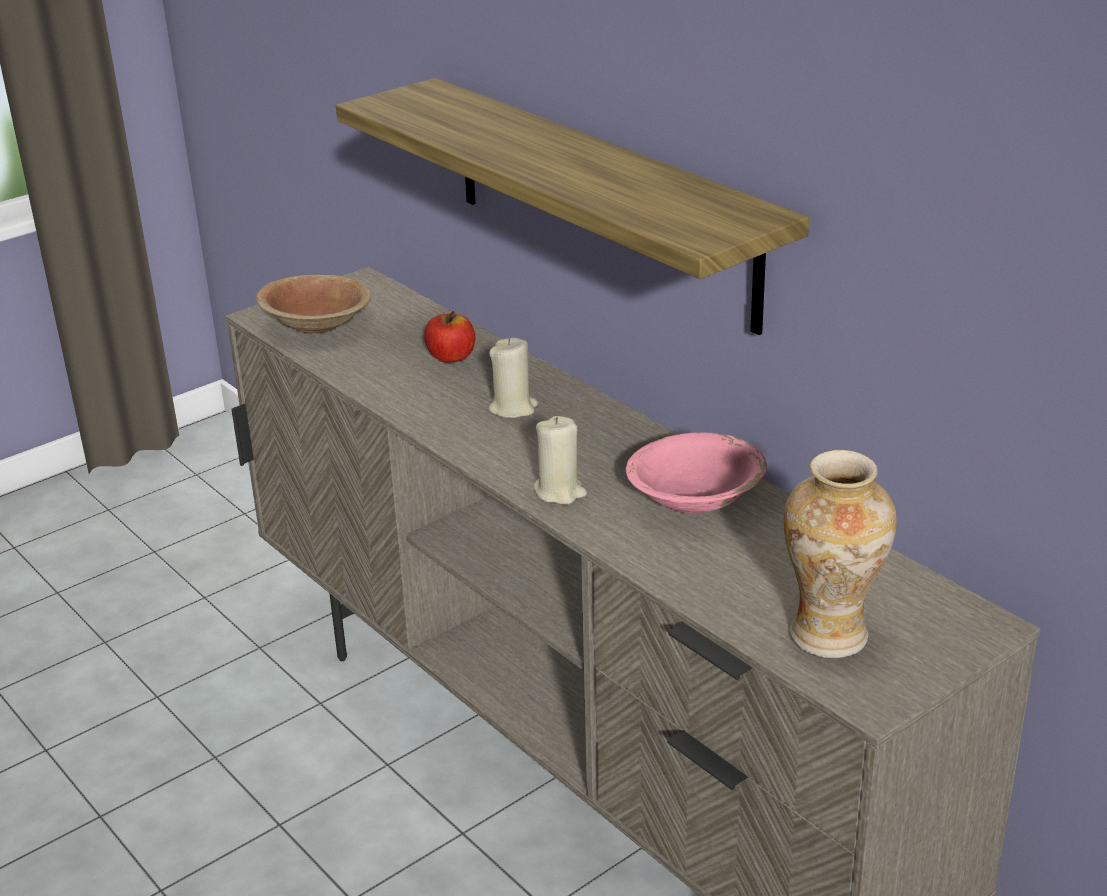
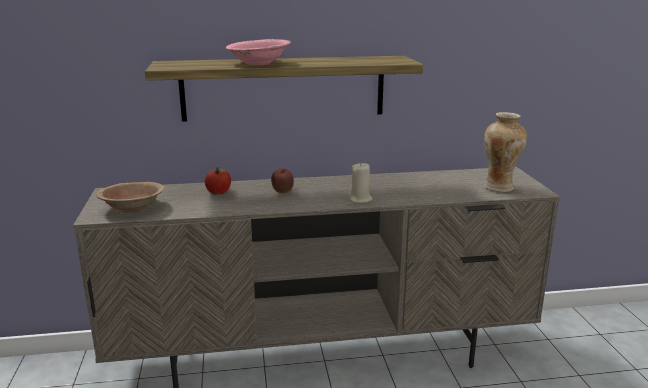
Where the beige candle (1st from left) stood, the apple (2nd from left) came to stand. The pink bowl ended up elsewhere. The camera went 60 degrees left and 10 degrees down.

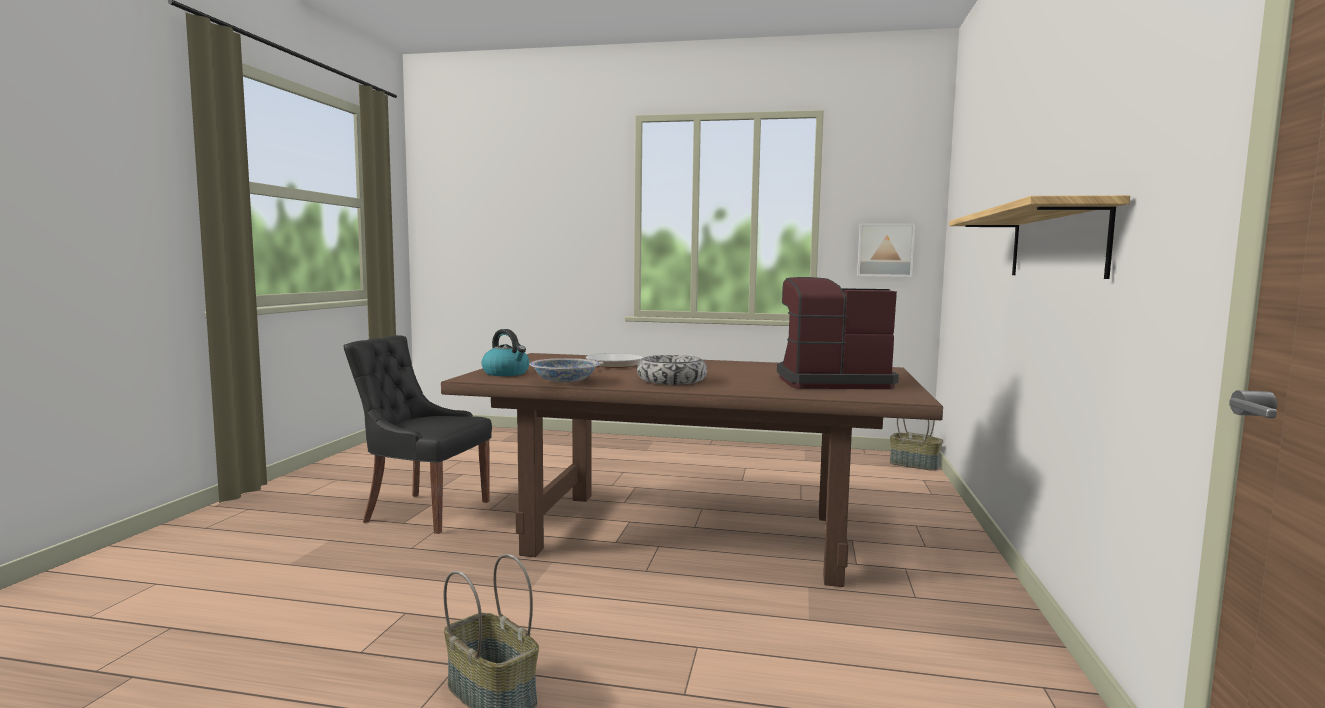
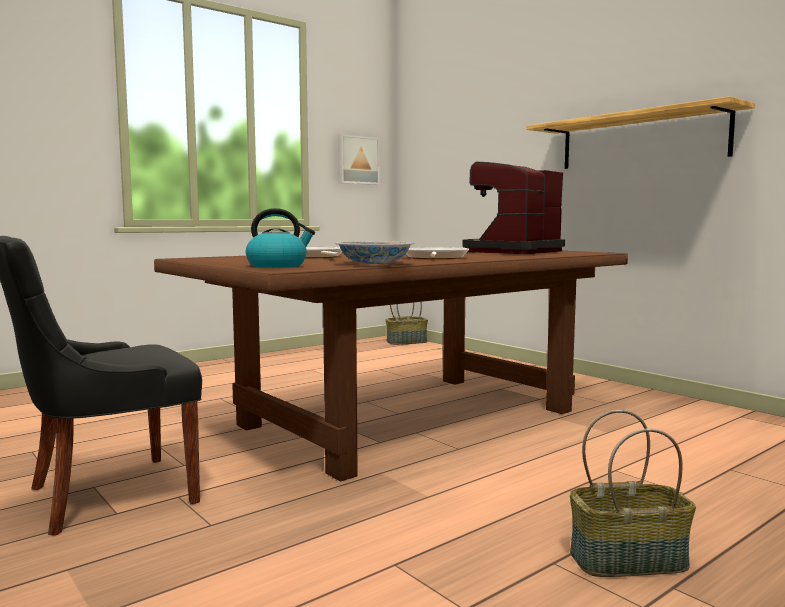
Where the bowl (2nd from left) stood, the frying pan (2nd from left) came to stand. The camera went 50 degrees left and 0 degrees up.

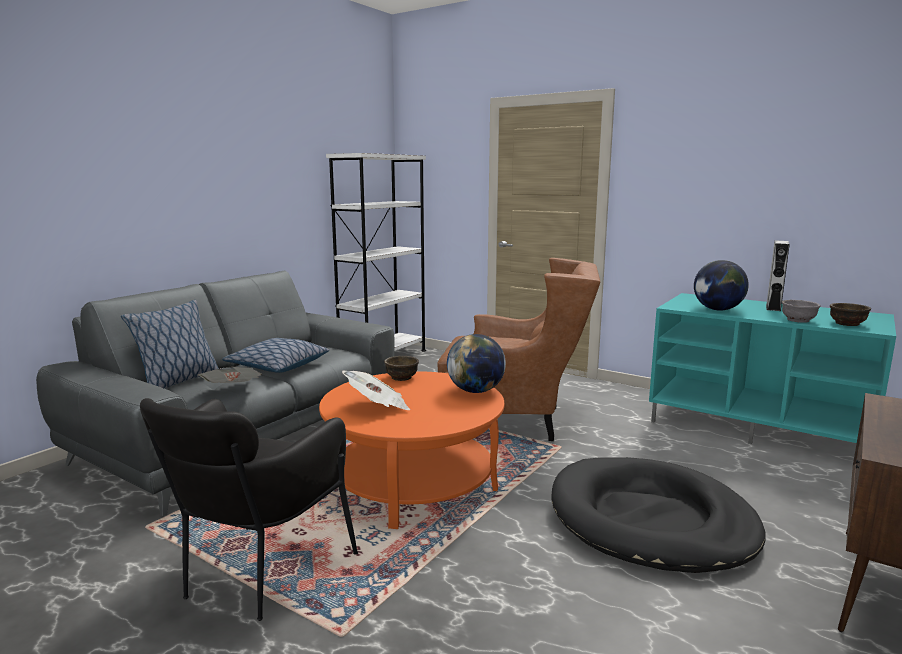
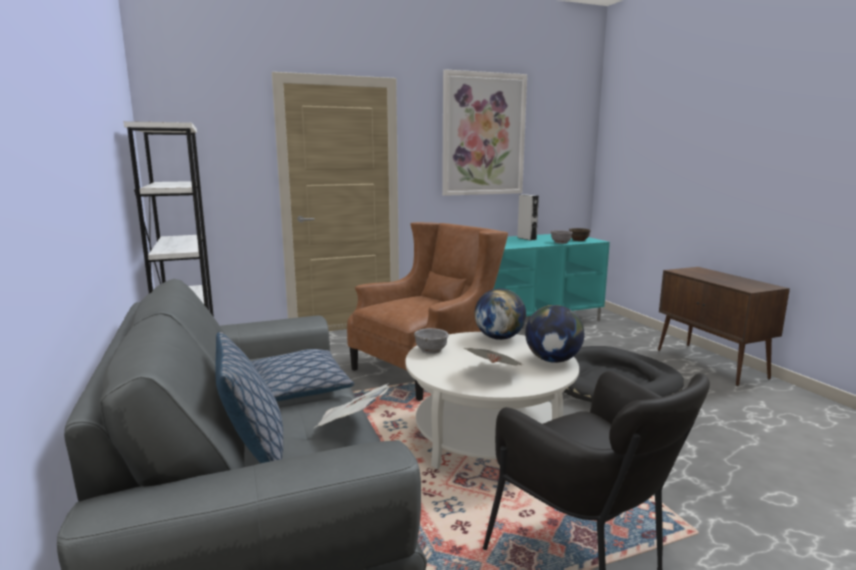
What was the orange coffee table turned into the white coffee table. What was the brown bowl (1st from left) turned into the grey bowl (1st from left). The globe (2nd from left) ended up elsewhere. The second view gained the picture. The camera went 55 degrees left and 0 degrees up.

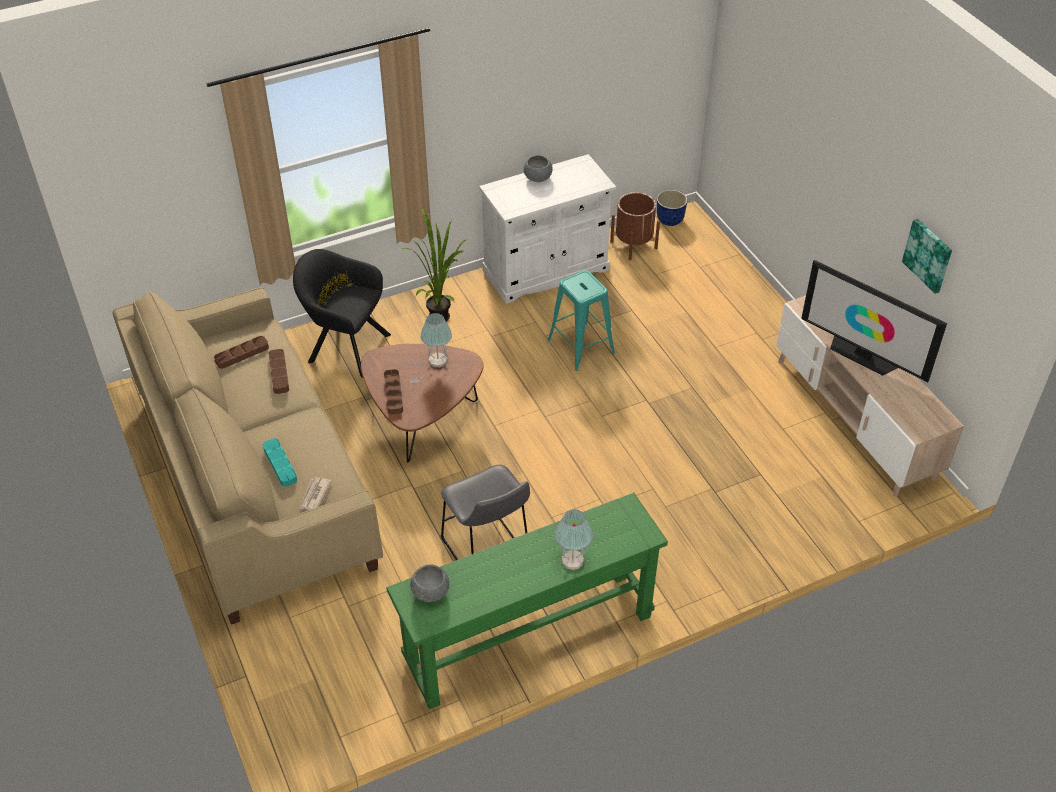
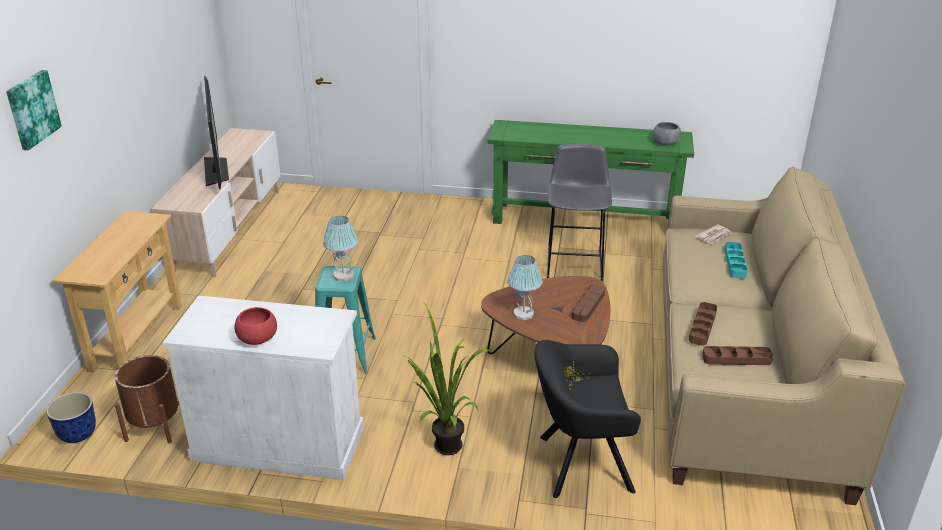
The black armchair ended up facing another way, 120 degrees clockwise from before. What was the grey bowl (2nd from left) turned into the red bowl. The table lamp (2nd from left in the first image) ended up elsewhere. The picture ended up elsewhere. The second view gained the beige console table. The camera went 145 degrees left and 15 degrees down.

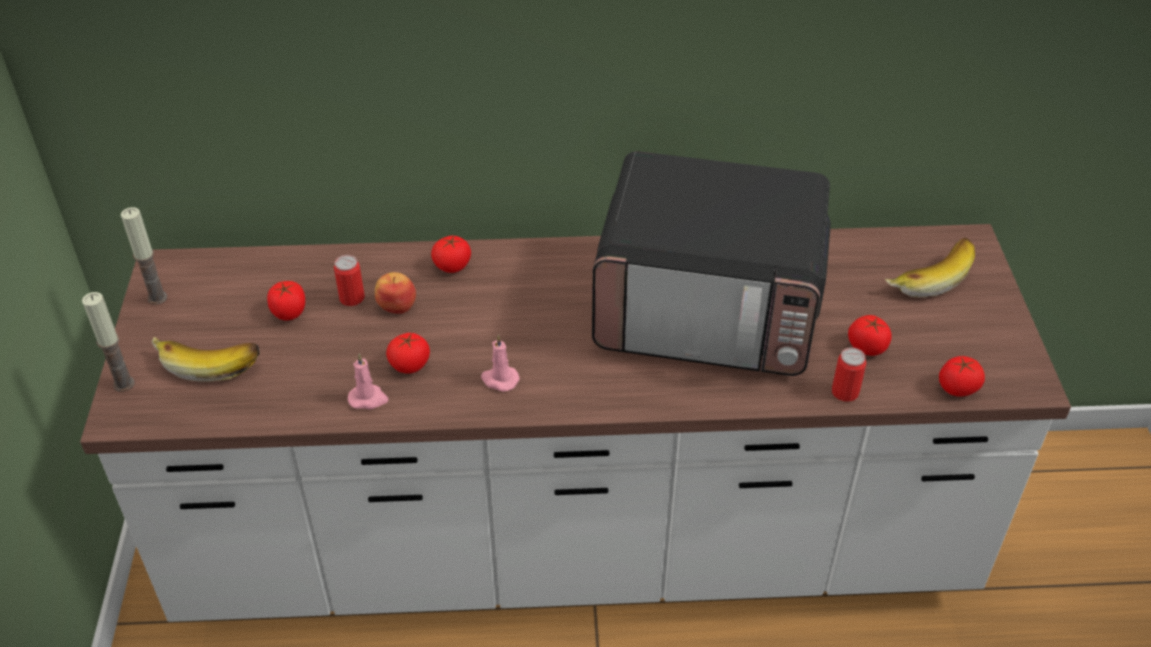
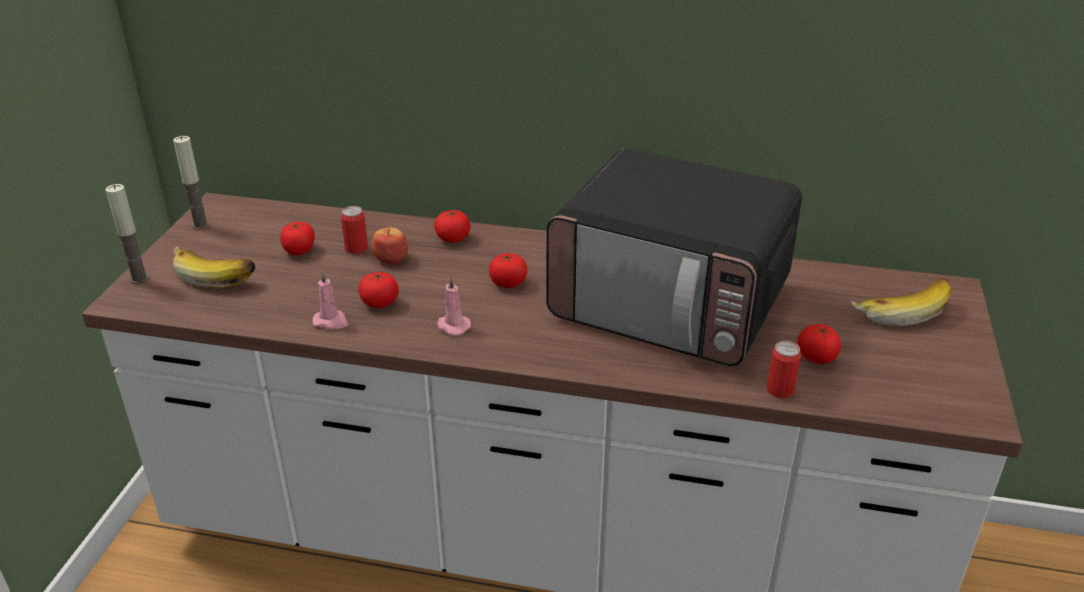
The tomato (5th from left in the first image) ended up elsewhere. The camera went 15 degrees right and 10 degrees down.

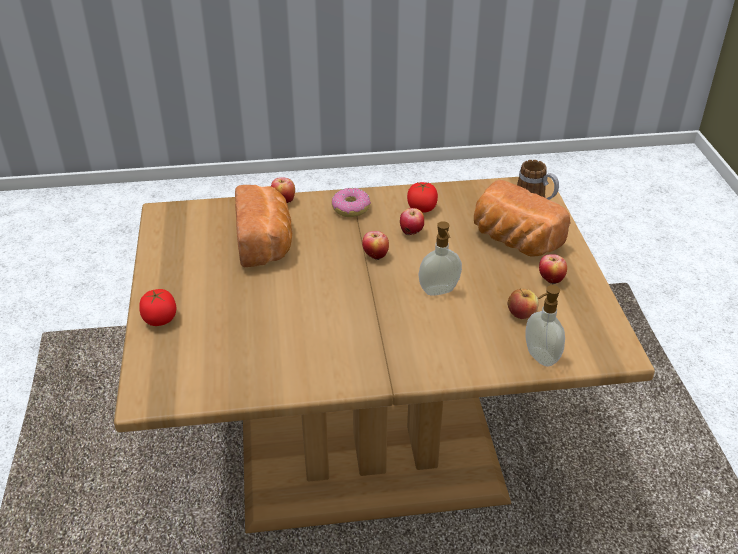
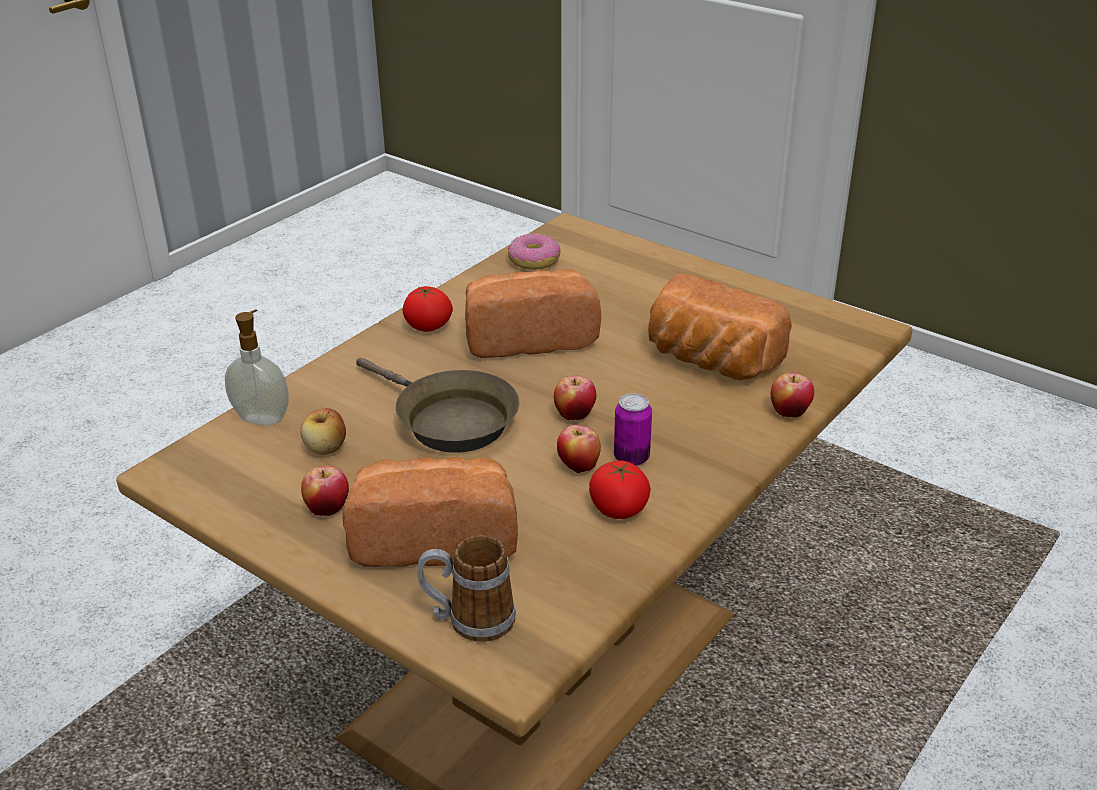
The tomato (1st from left) ended up elsewhere. The donut ended up elsewhere. Where the soap dispenser (1st from left) stood, the brown frying pan came to stand. The second view gained the bread (2nd from left). The second view gained the can. The camera went 135 degrees right and 5 degrees down.

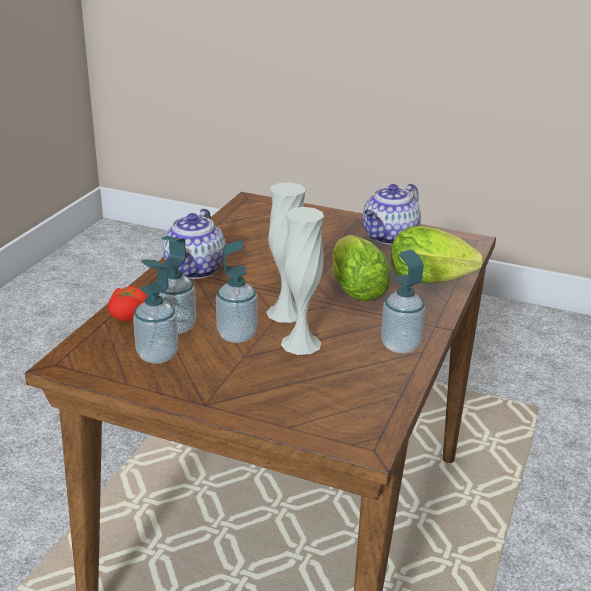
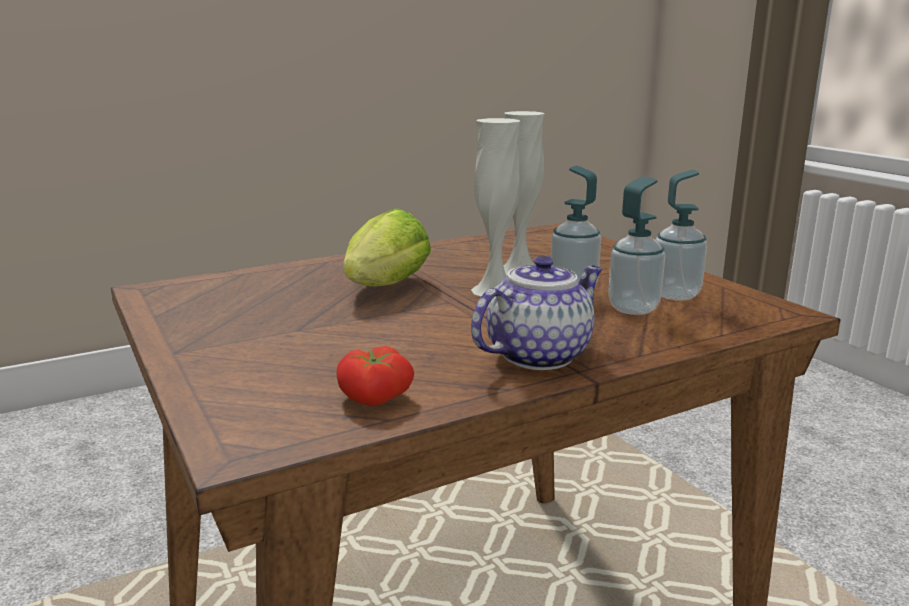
The tomato ended up elsewhere. The second view lost the teapot (2nd from left). The second view lost the soap dispenser (4th from left). The second view lost the lettuce (2nd from left). The camera went 140 degrees left and 10 degrees down.

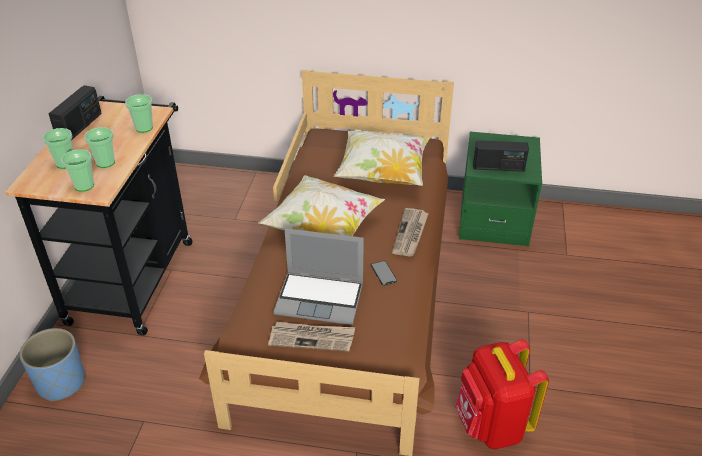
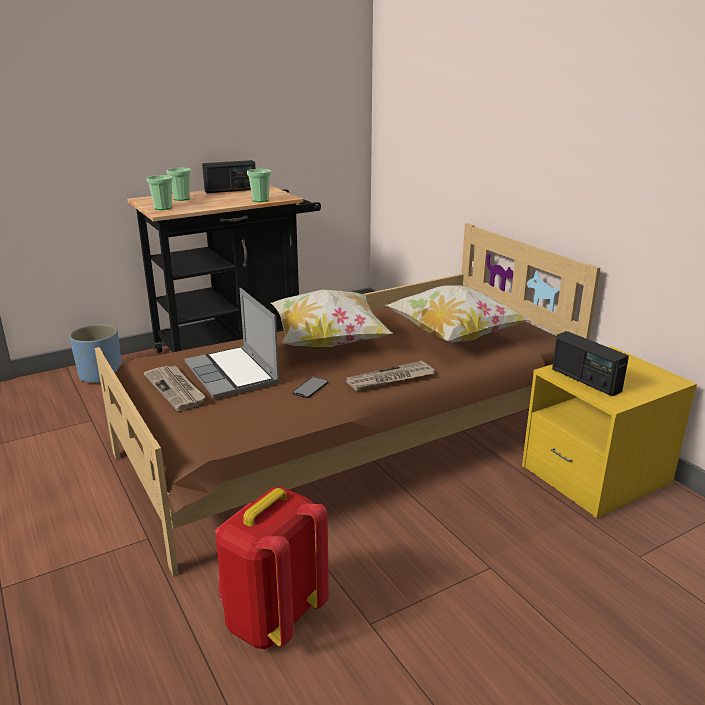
The second view lost the cup (3rd from left). What was the green nightstand turned into the yellow nightstand. The camera went 50 degrees right and 15 degrees down.

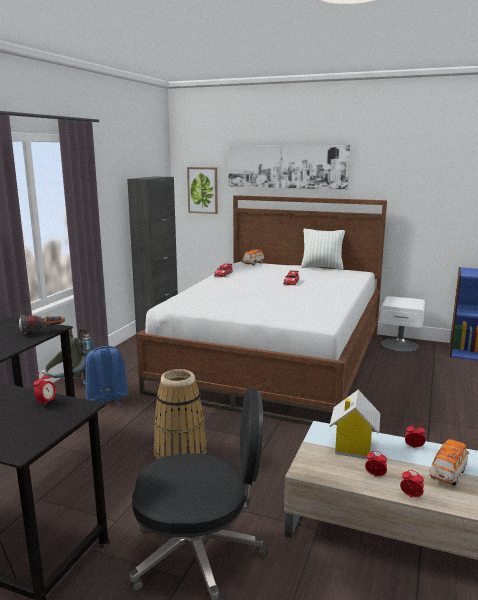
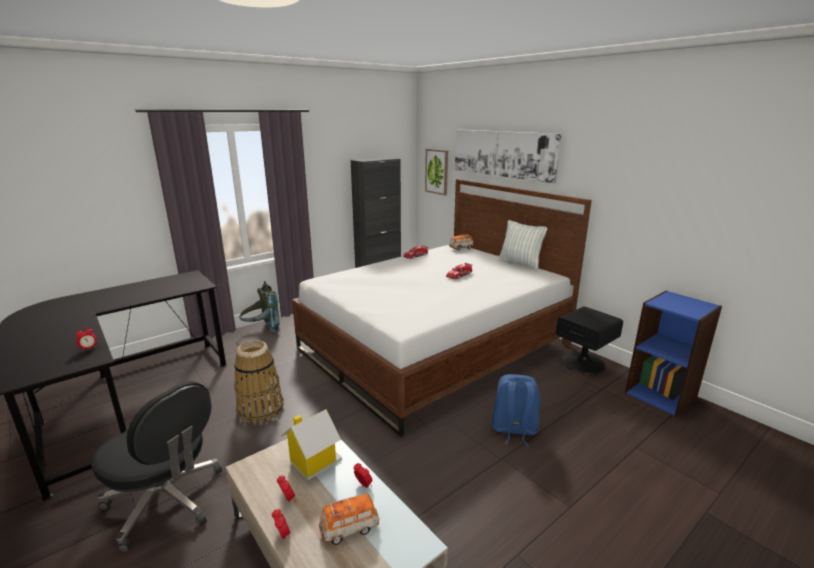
The second view lost the flashlight. The blue backpack ended up elsewhere. What was the white nightstand turned into the black nightstand. The camera went 30 degrees right and 5 degrees up.

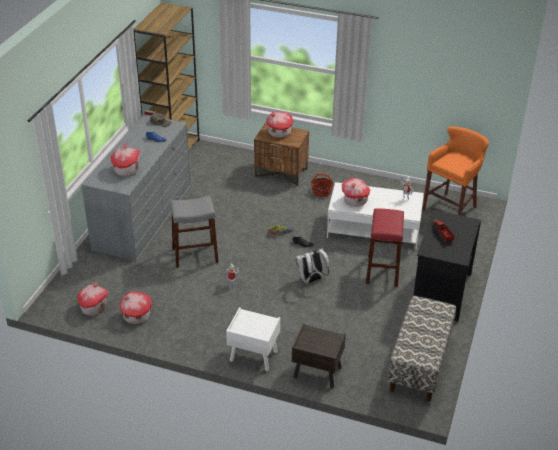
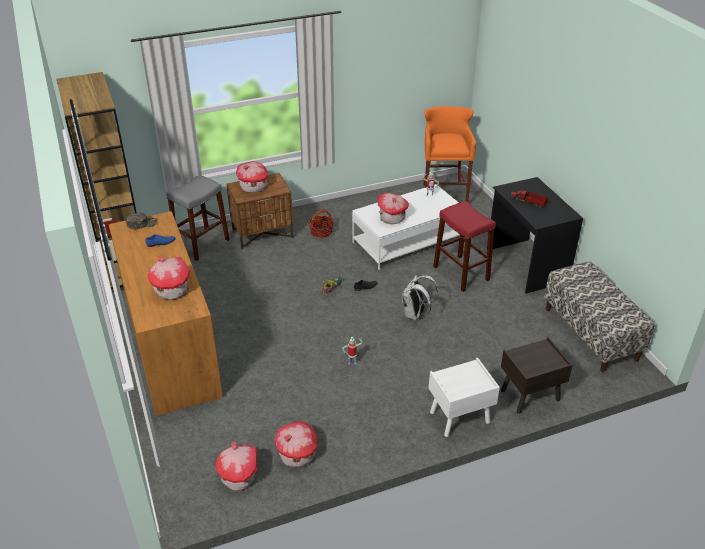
What was the grey dresser turned into the brown dresser. The grey stool ended up elsewhere. The camera went 40 degrees left and 0 degrees up.

